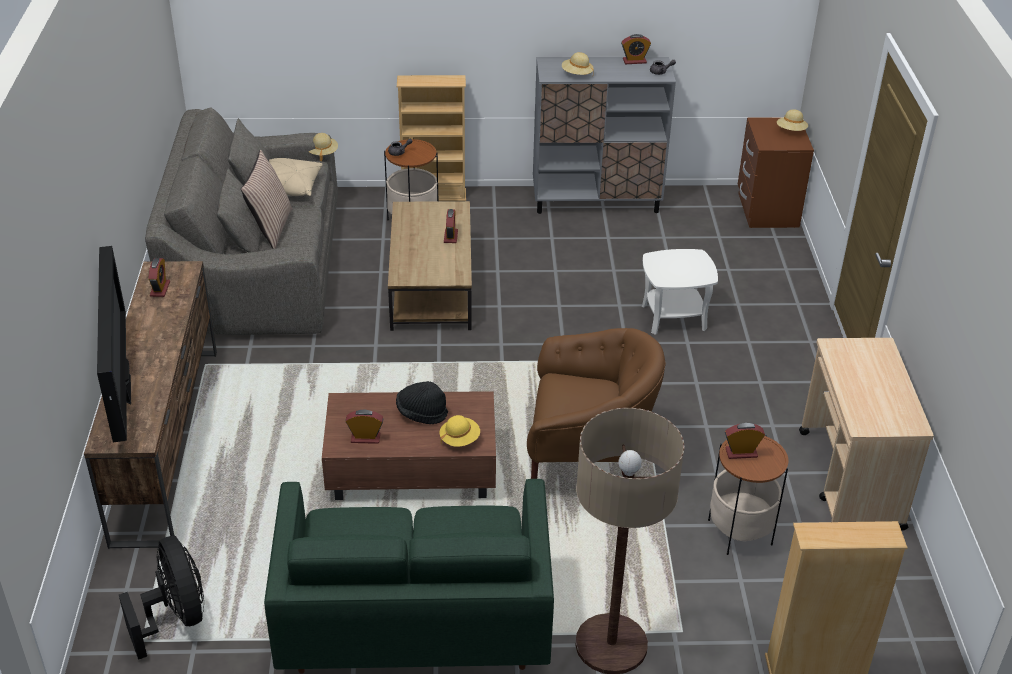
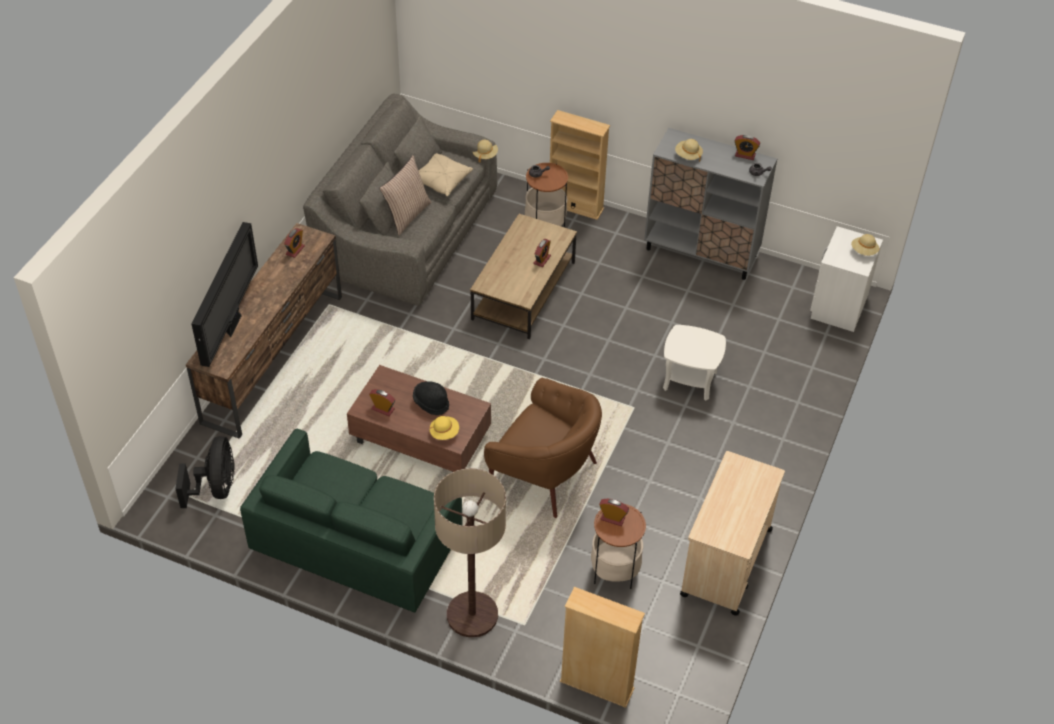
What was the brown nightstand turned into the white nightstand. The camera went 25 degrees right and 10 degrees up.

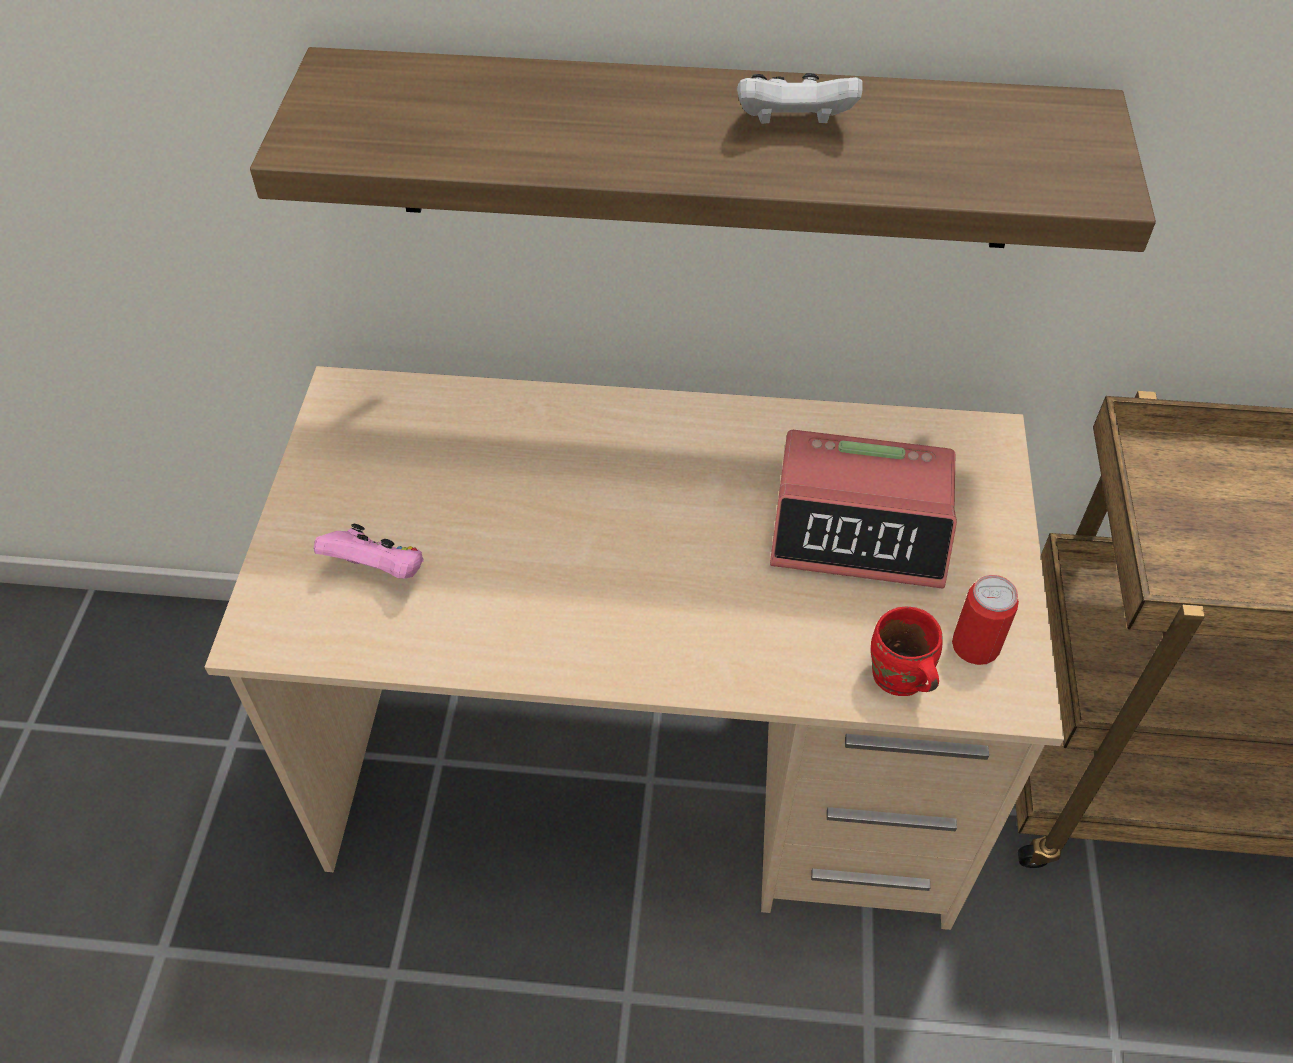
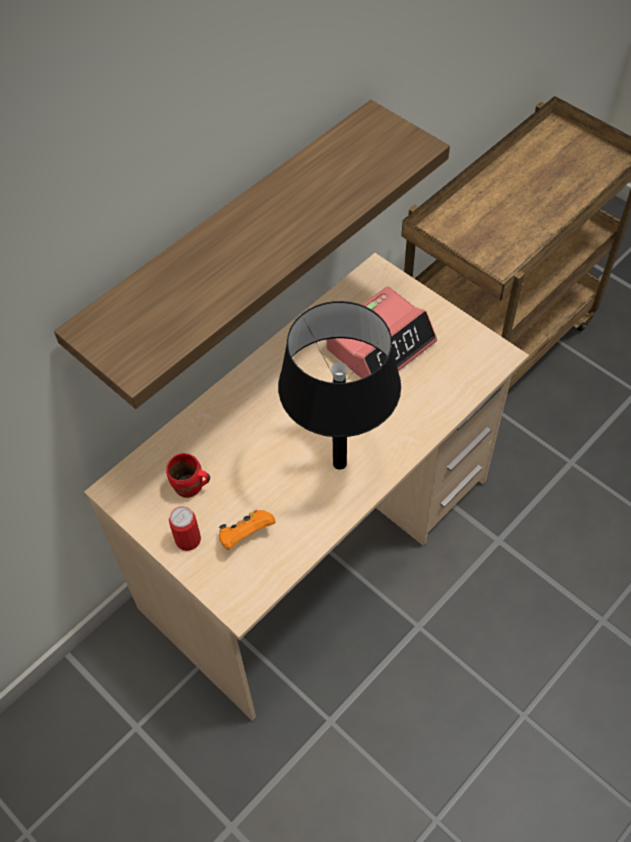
What was the pink game controller turned into the orange game controller. The second view lost the white game controller. The red mug ended up elsewhere. The can ended up elsewhere. The second view gained the black table lamp. The camera went 50 degrees left and 5 degrees up.

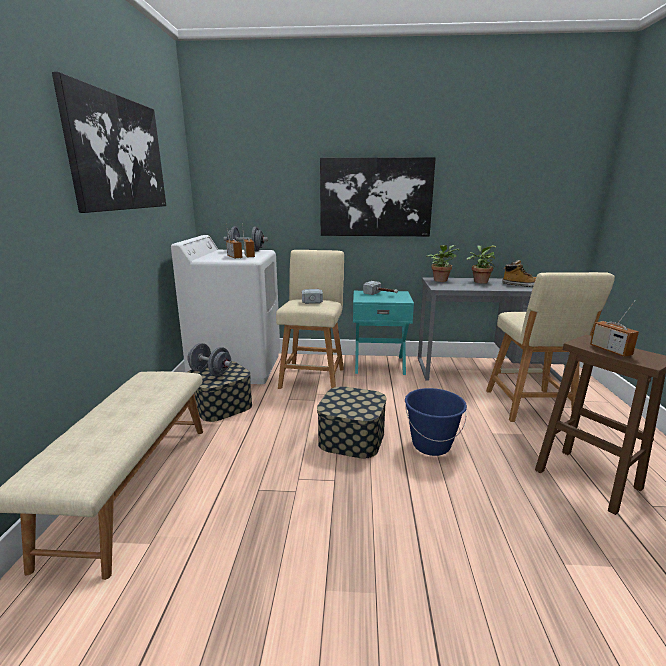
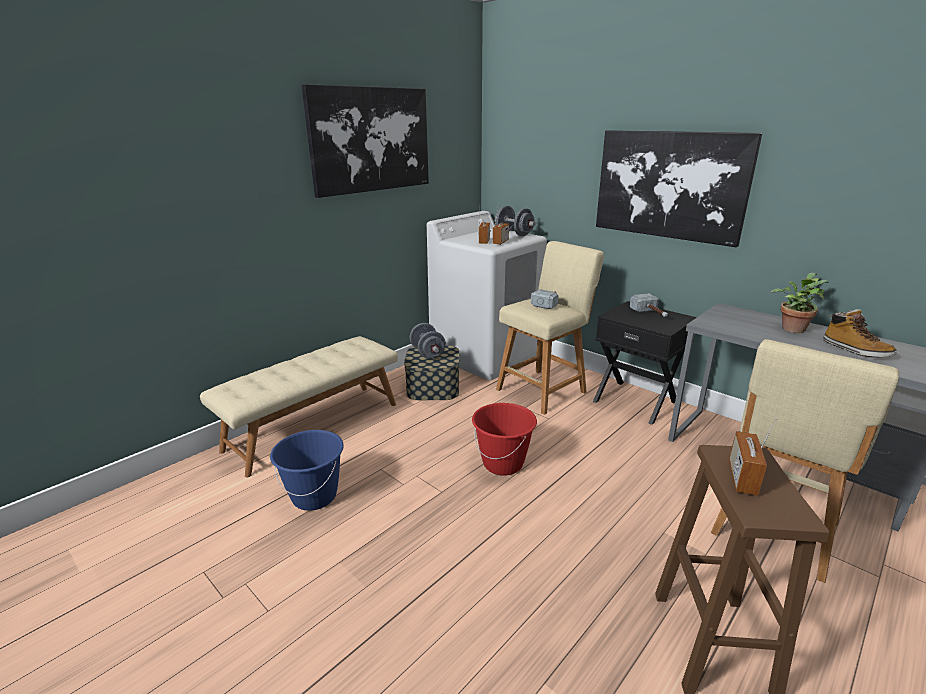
Where the storage box (2nd from left) stood, the red bucket came to stand. What was the turquoise nightstand turned into the black nightstand. The blue bucket ended up elsewhere. The second view lost the potted plant (1st from left). The camera went 40 degrees right and 5 degrees up.

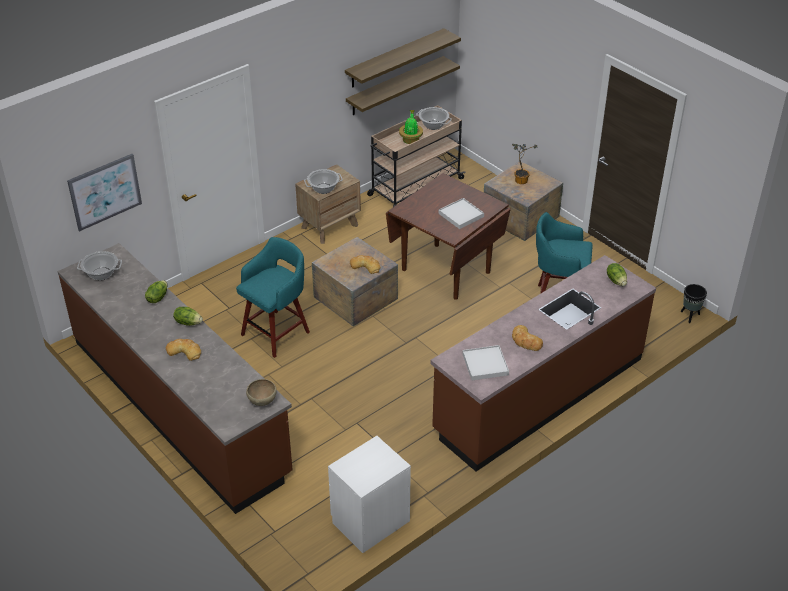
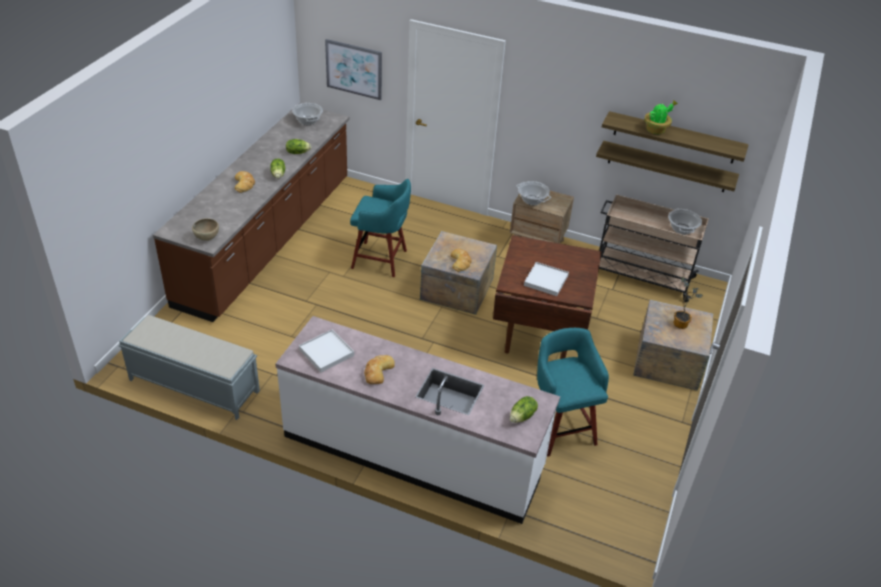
Where the white nightstand stood, the grey bench came to stand. The potted plant (1st from left) ended up elsewhere. What was the brown counter (2nd from left) turned into the white counter. The second view lost the black planter. The camera went 60 degrees right and 0 degrees up.

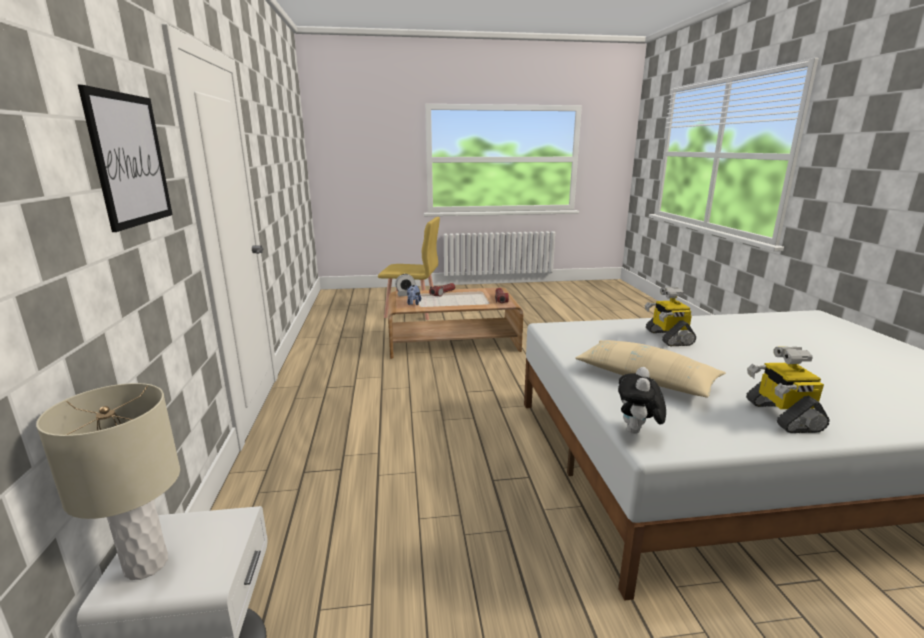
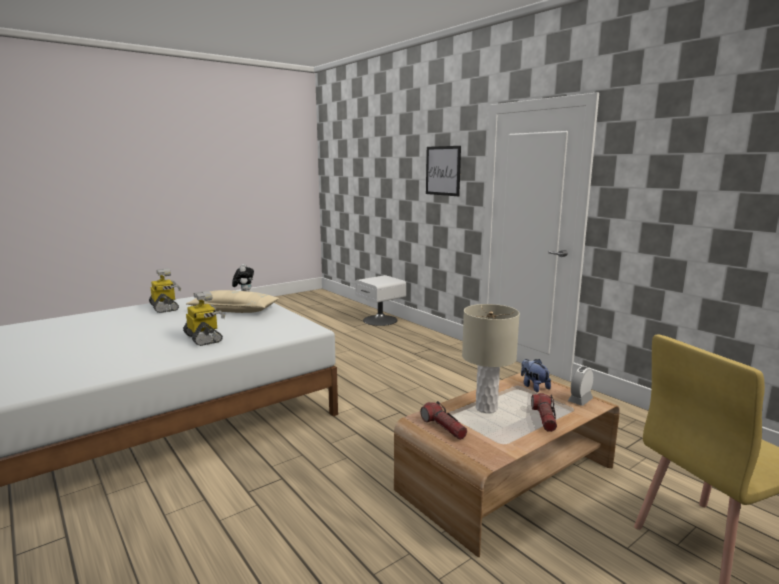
The beige table lamp ended up elsewhere. The camera went 150 degrees right and 5 degrees down.

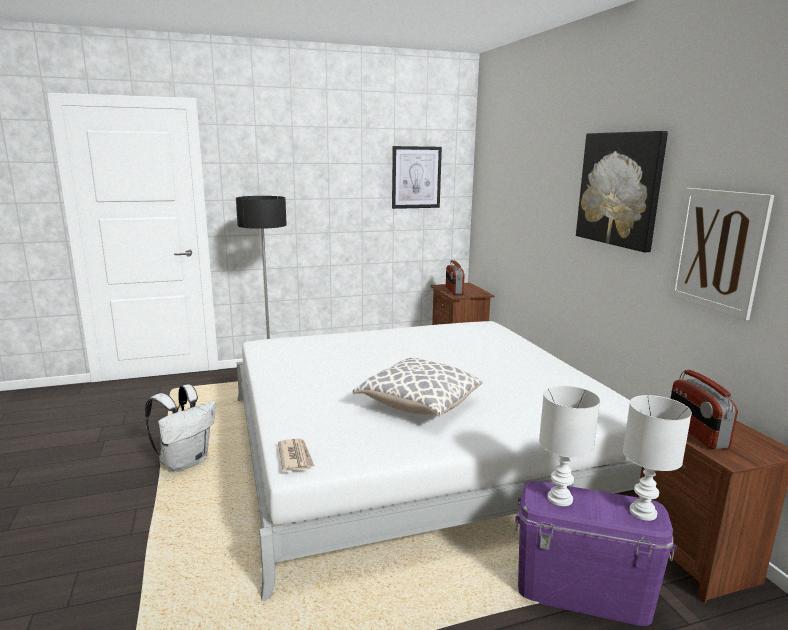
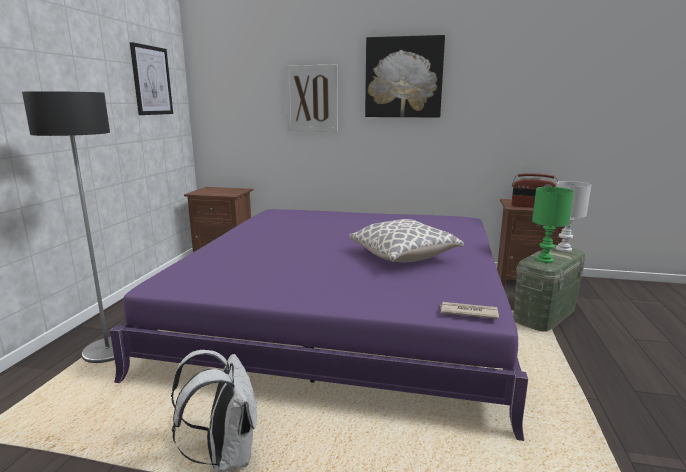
What was the white bed turned into the purple bed. The second view lost the radio (1st from left). What was the purple storage box turned into the green storage box. What was the white table lamp (1st from left) turned into the green table lamp. The picture (3rd from left in the first image) ended up elsewhere. The camera went 60 degrees left and 0 degrees up.

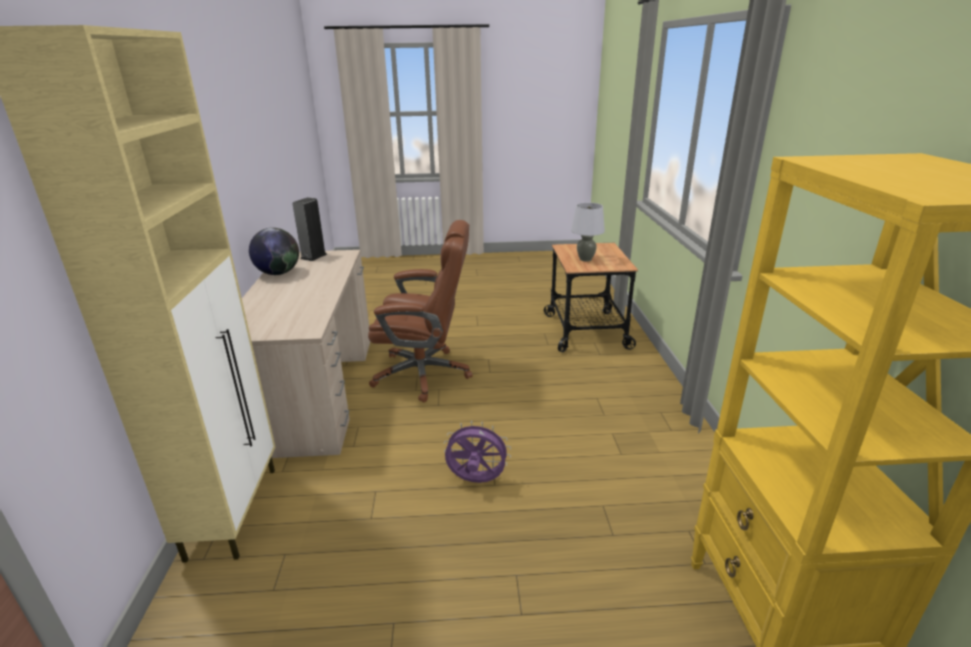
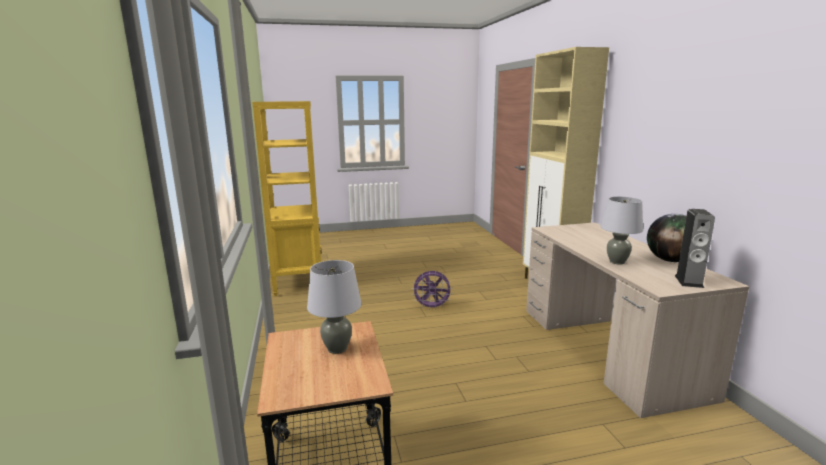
The second view lost the brown office chair. The second view gained the grey table lamp (2nd from left). The camera went 170 degrees right and 10 degrees down.

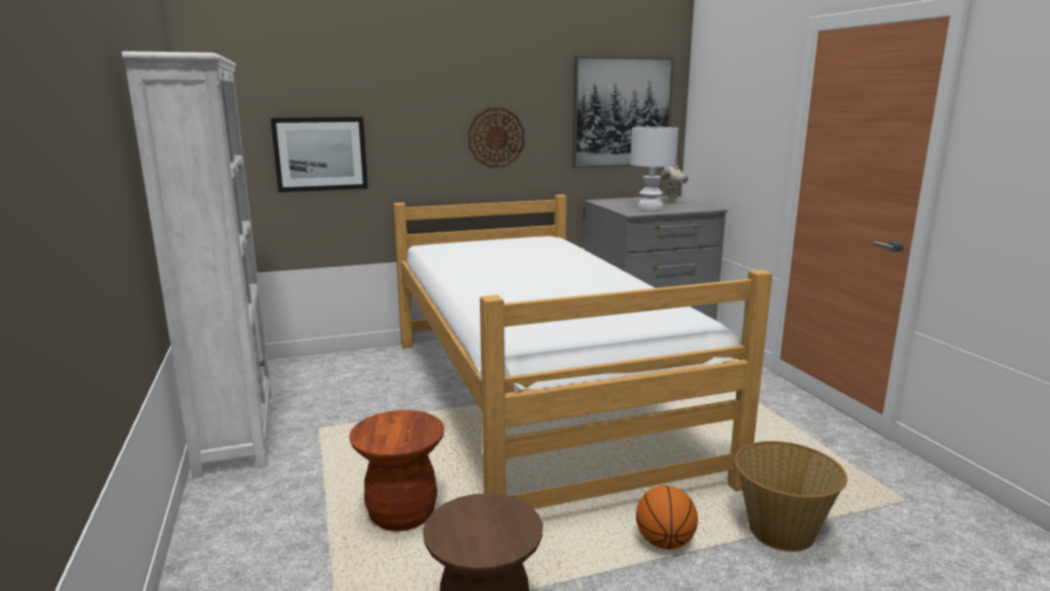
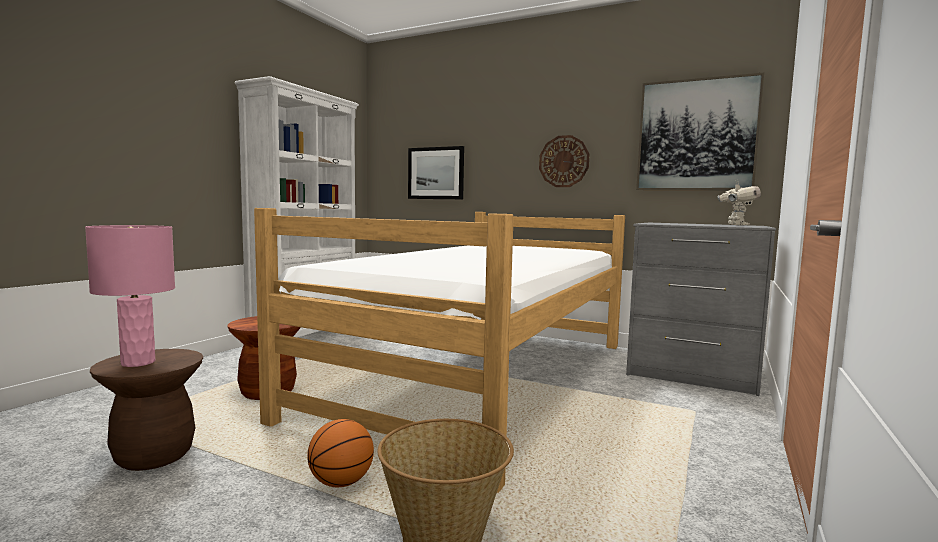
The second view lost the white table lamp. The toy robot ended up facing another way, 135 degrees clockwise from before. The second view gained the pink table lamp. The camera went 45 degrees right and 10 degrees down.

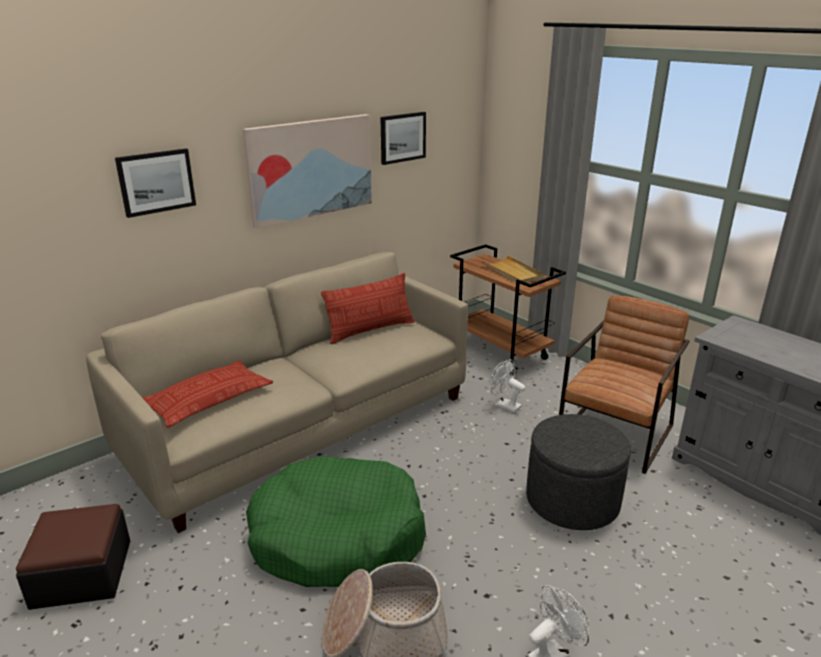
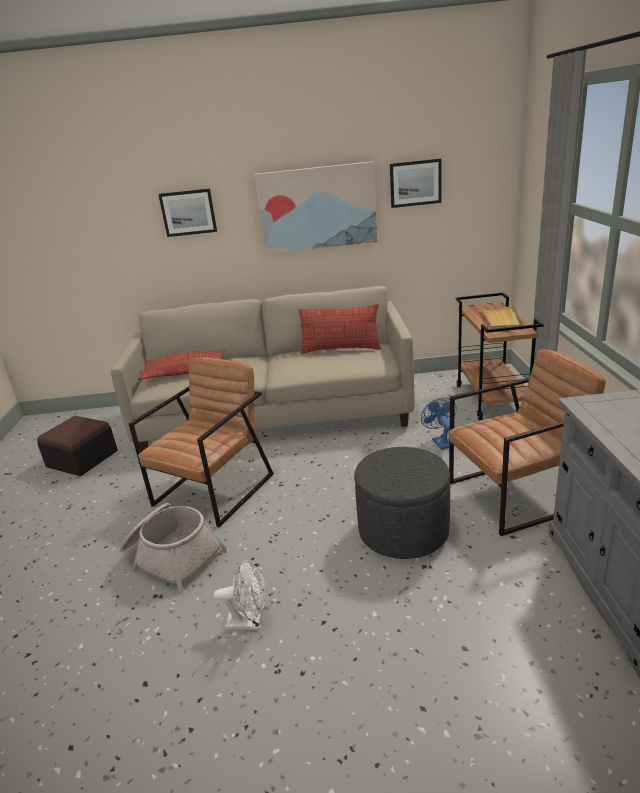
Where the green dog bed stood, the brown armchair (1st from left) came to stand. What was the white fan (1st from left) turned into the blue fan. The camera went 40 degrees right and 0 degrees up.

